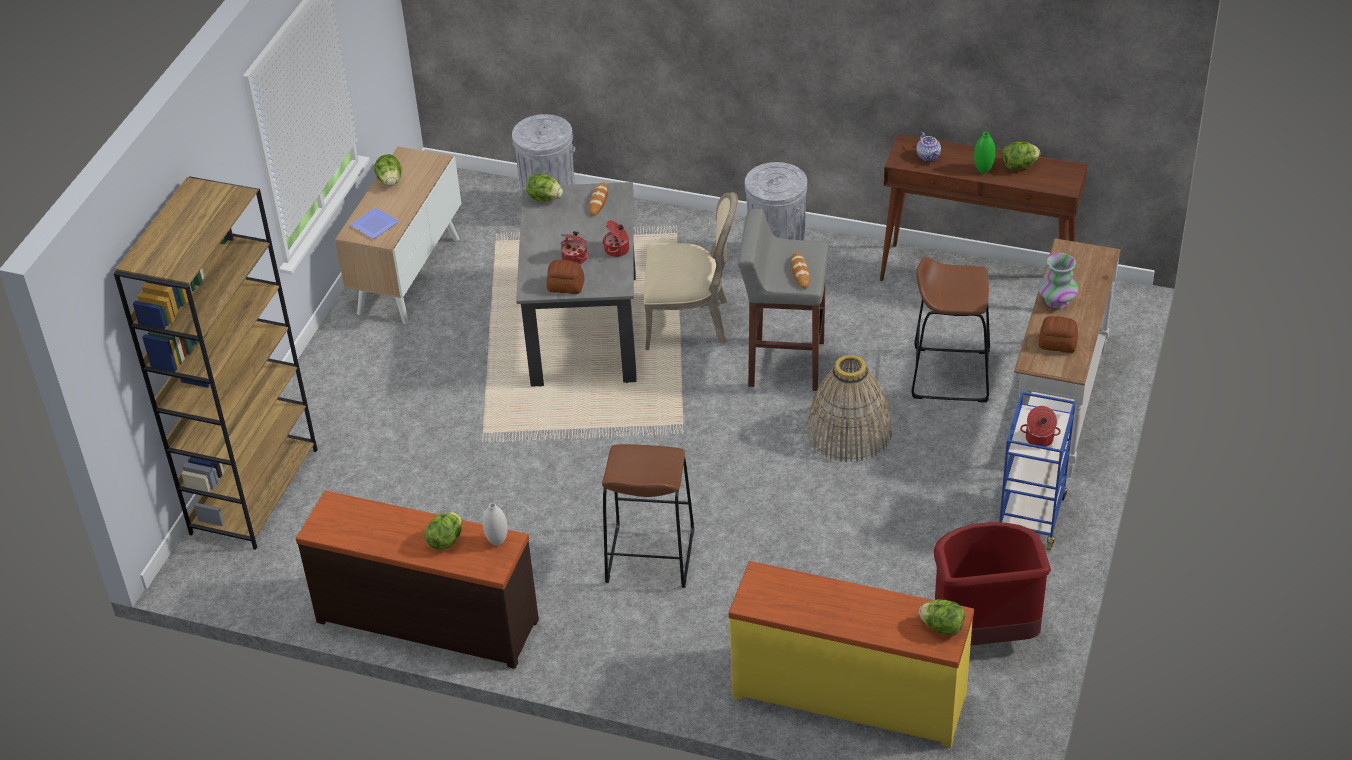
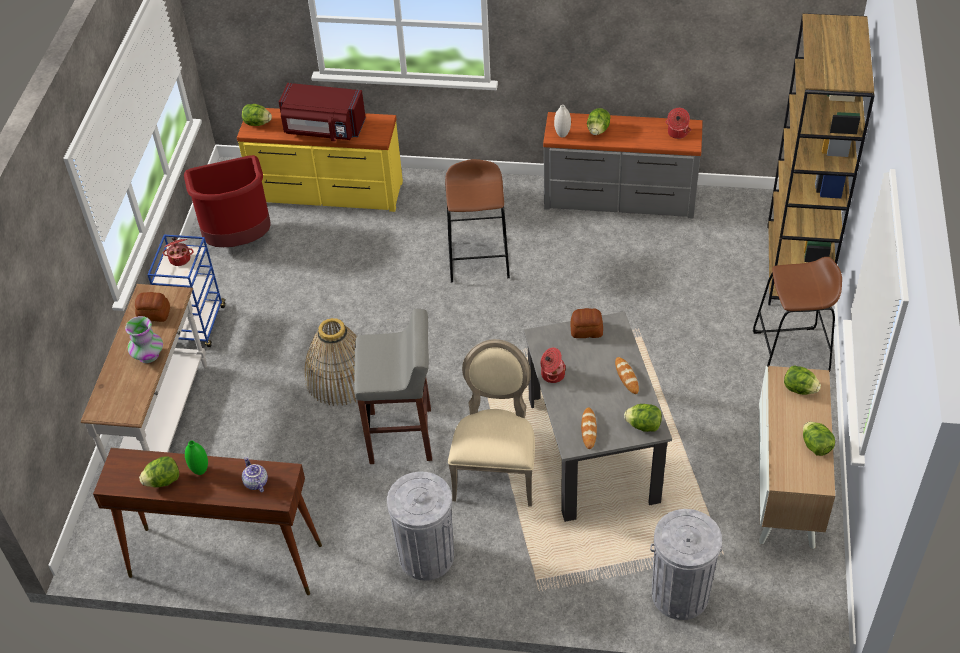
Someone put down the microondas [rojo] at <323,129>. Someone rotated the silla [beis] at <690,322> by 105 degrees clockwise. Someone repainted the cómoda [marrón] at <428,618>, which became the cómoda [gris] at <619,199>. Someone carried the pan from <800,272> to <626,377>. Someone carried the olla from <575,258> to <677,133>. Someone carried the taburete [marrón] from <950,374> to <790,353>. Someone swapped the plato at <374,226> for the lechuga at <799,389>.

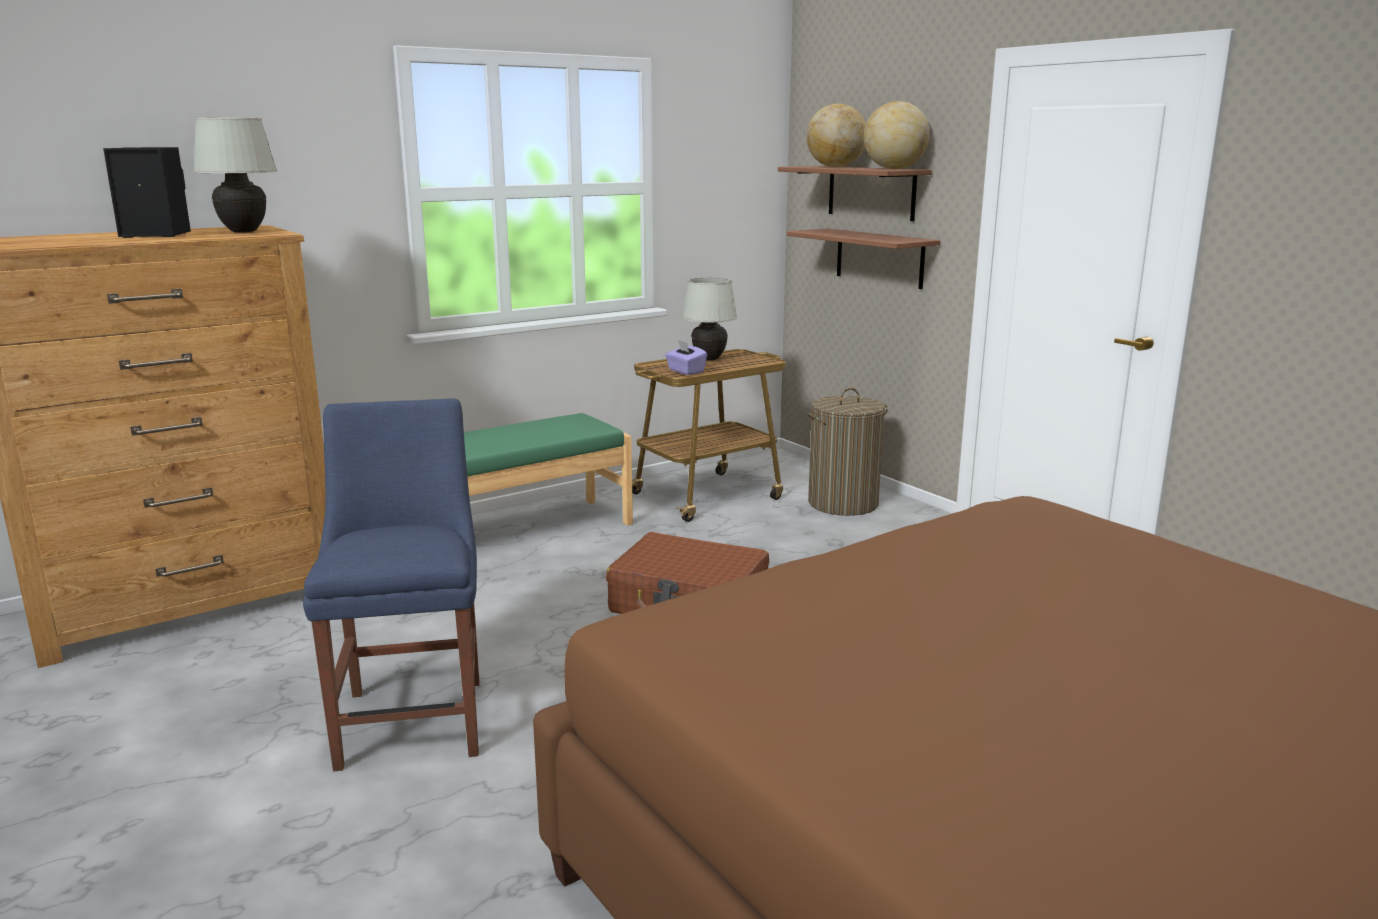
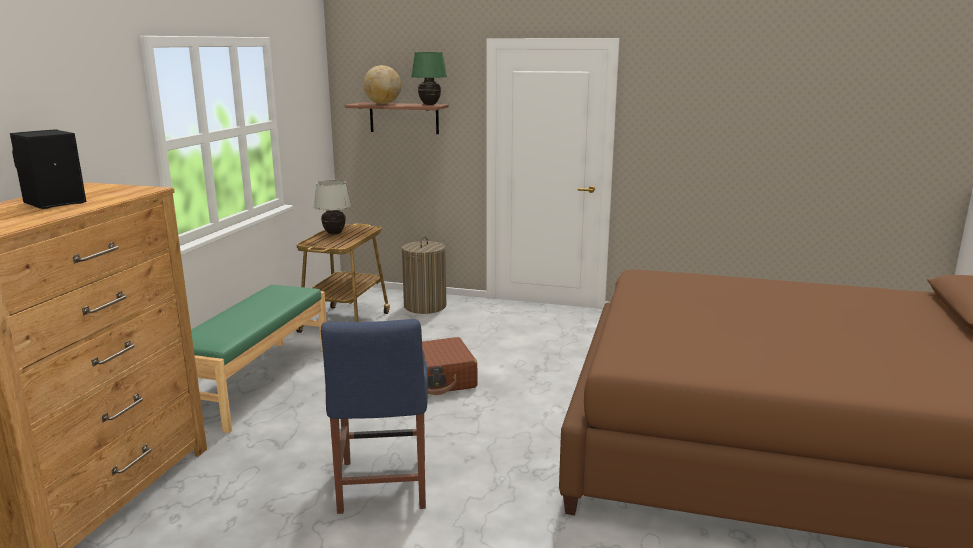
Someone rotated the silla [azul] at <414,717> by 135 degrees counterclockwise. Someone swapped the globo terráqueo at <894,169> for the lámpara de mesa [verde] at <429,105>. Someone took away the lámpara de mesa [blanco] at <243,232>. Someone took away the caja de pañuelos [morado] at <685,371>. Someone took away the estante at <879,258>.

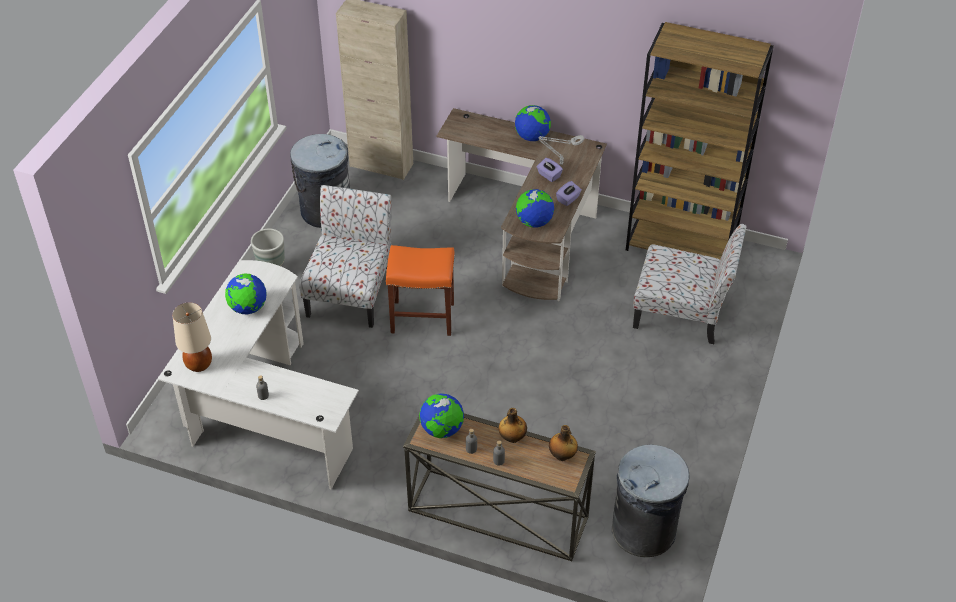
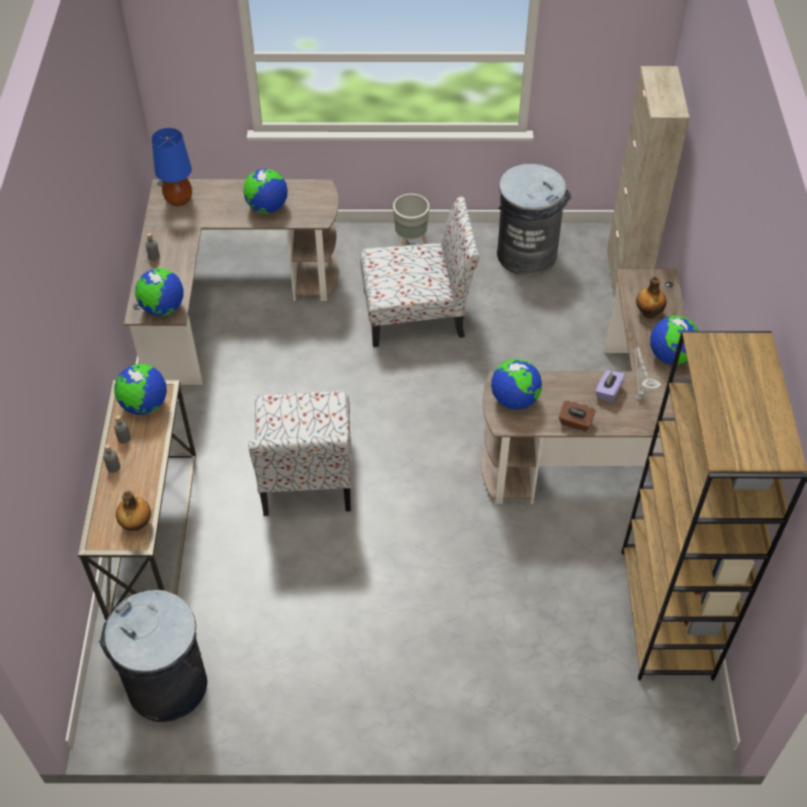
Someone repainted the escritorio [blanco] at <262,410>, which became the escritorio [marrón] at <227,300>. Someone put down the globo terráqueo at <163,308>. Someone repainted the lámpara de mesa [beis] at <199,364>, which became the lámpara de mesa [azul] at <179,200>. Someone carried the silla from <682,312> to <306,474>. Someone repainted the caja de pañuelos [morado] at <568,199>, which became the caja de pañuelos [marrón] at <575,423>. Someone carried the botella from <512,438> to <648,312>. Someone took away the taburete [naranja] at <421,318>.

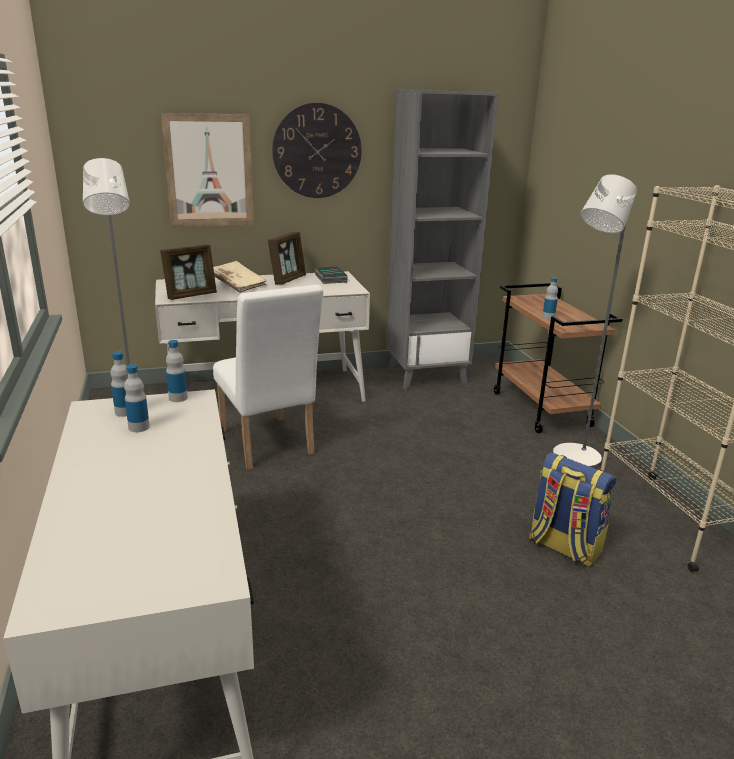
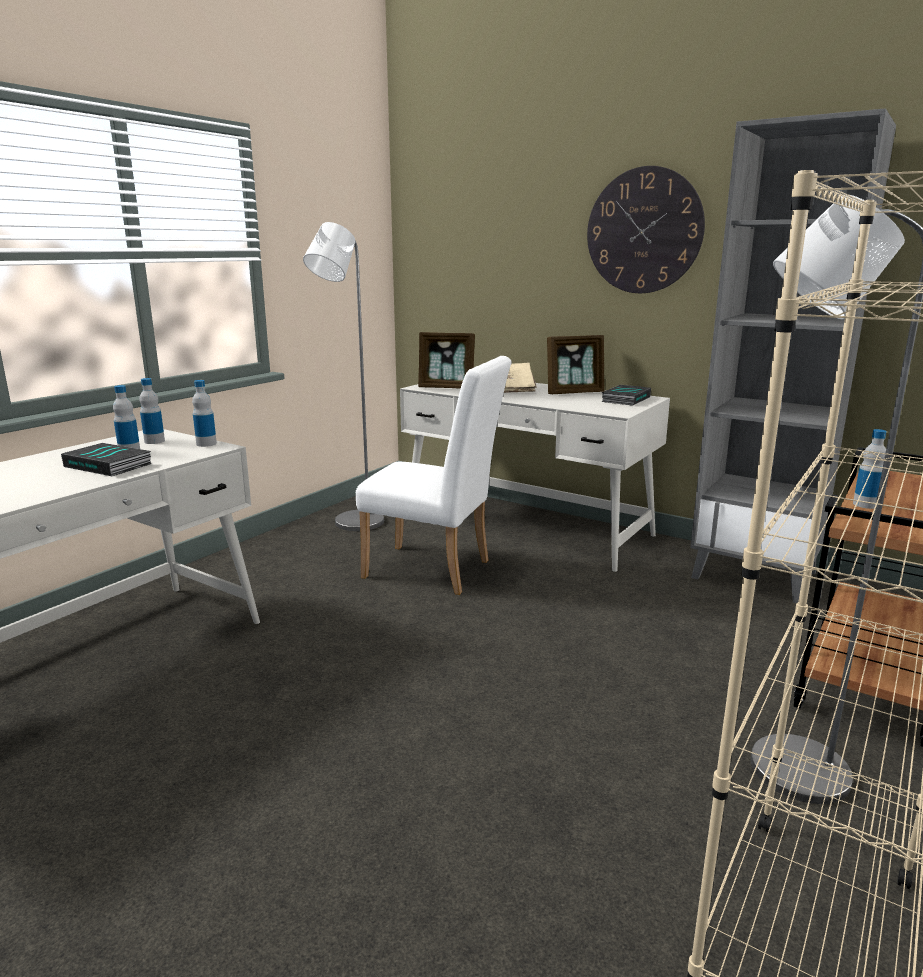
Someone put down the libro at <109,465>. Someone rotated the silla [blanco] at <268,446> by 90 degrees counterclockwise. Someone took away the cuadro at <209,171>. Someone took away the mochila at <563,546>.

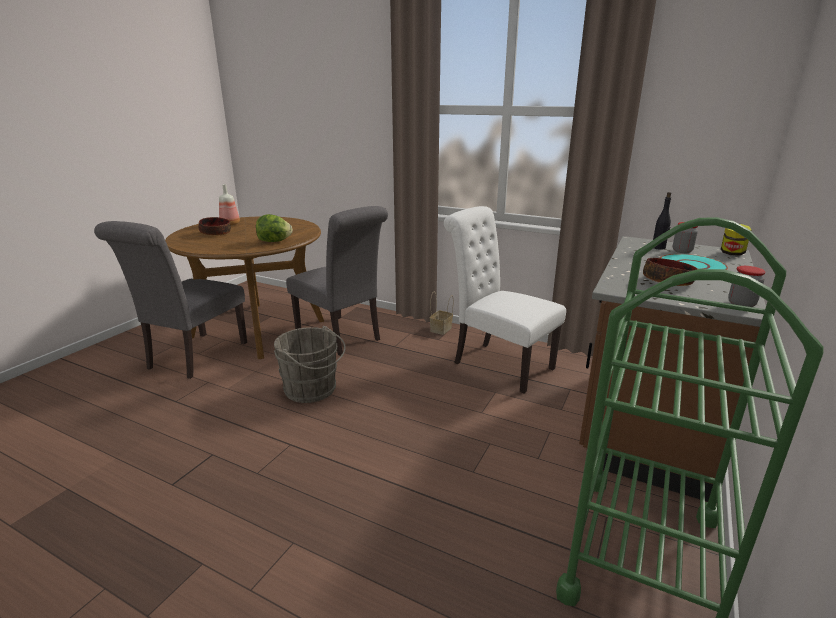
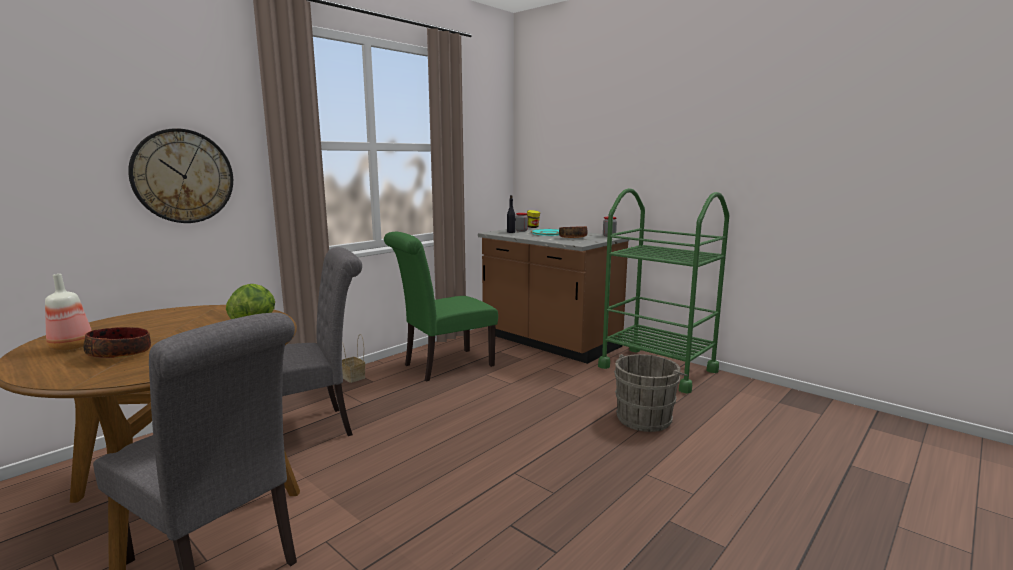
Someone put up the reloj de pared at <183,176>. Someone repainted the silla [blanco] at <497,364>, which became the silla [verde] at <443,366>. Someone carried the cubo [gris] from <313,390> to <646,418>.

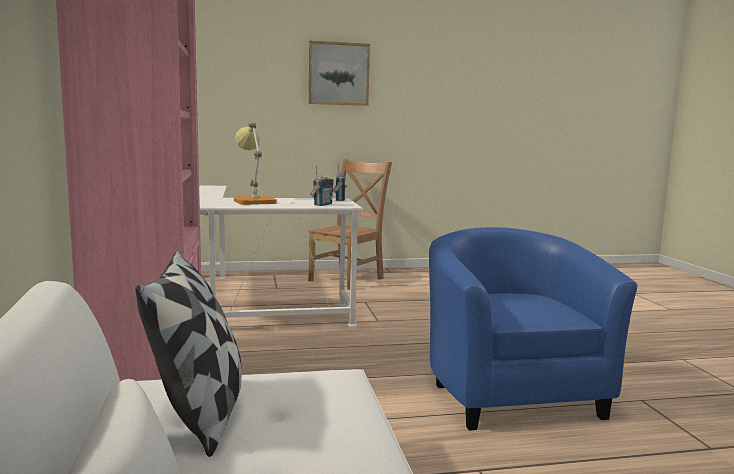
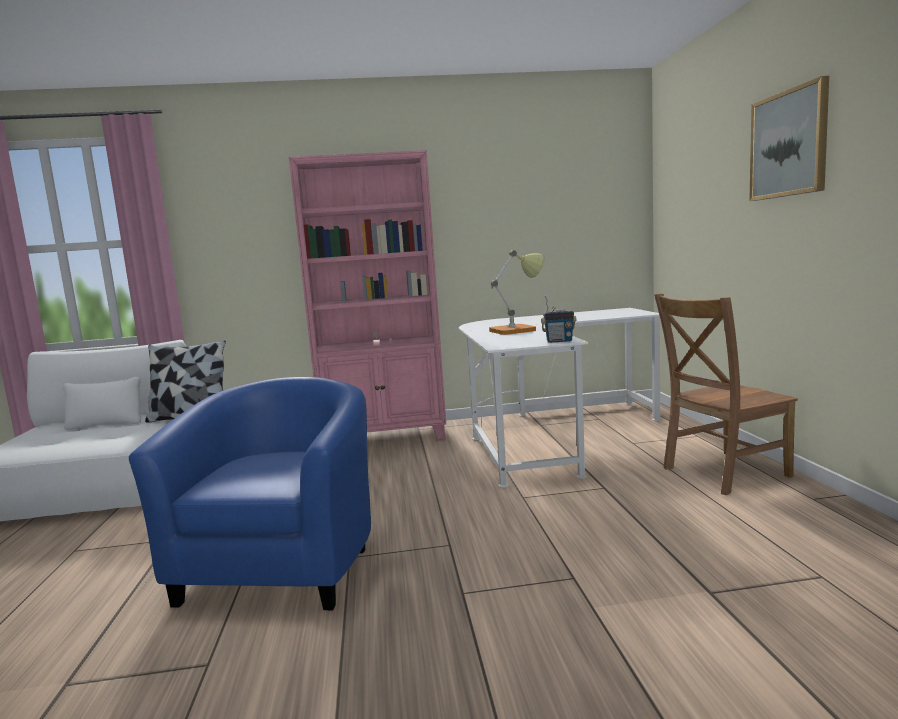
Someone rotated the sillón [azul] at <509,393> by 75 degrees counterclockwise. Someone rotated the silla [marrón] at <348,279> by 120 degrees clockwise. Someone took away the radio at <322,204>.

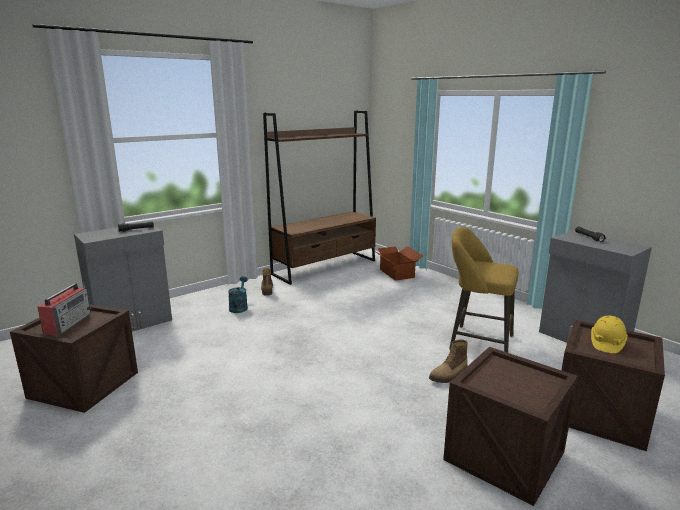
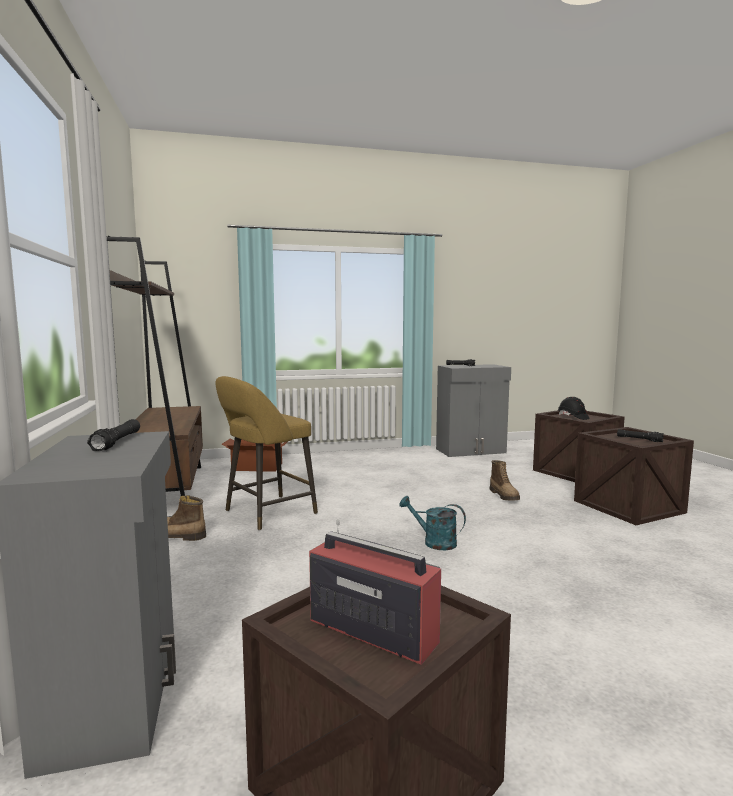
Someone carried the taburete [amarillo] from <477,342> to <266,513>. Someone carried the regadera [turquesa] from <239,307> to <434,542>. Someone repainted the casco [amarillo] at <606,343>, which became the casco [negro] at <572,417>. Someone put down the linterna [negro] at <639,439>.

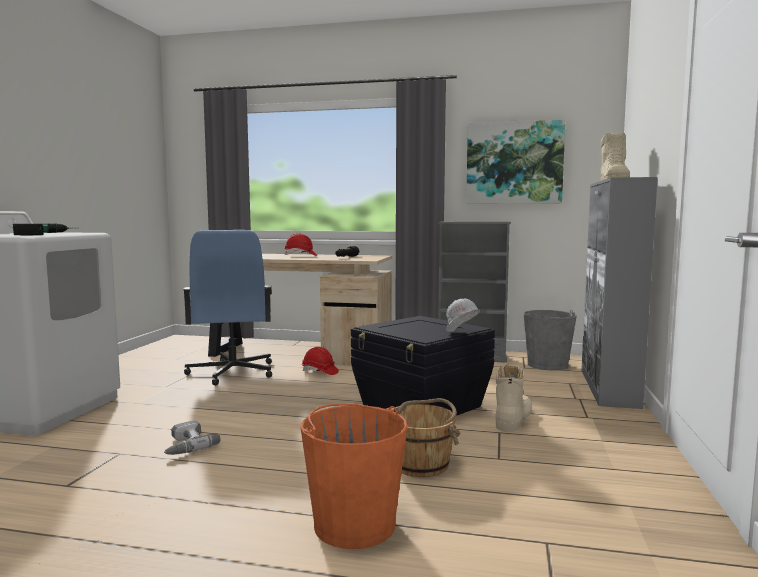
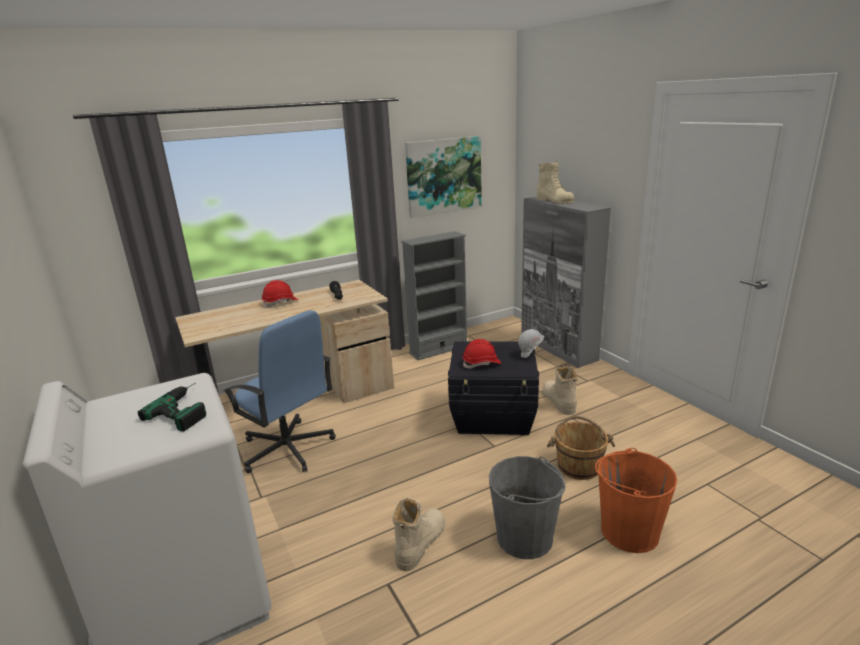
Someone swapped the taladro at <185,446> for the bota [beis] at <420,543>. Someone carried the casco [rojo] from <319,372> to <481,364>. Someone carried the cubo [gris] from <547,365> to <525,538>.

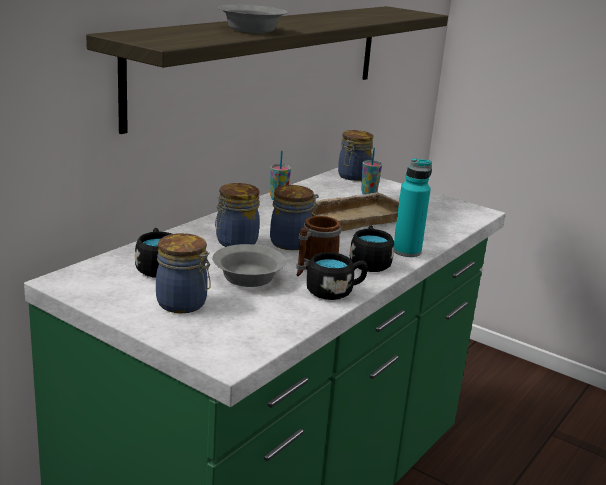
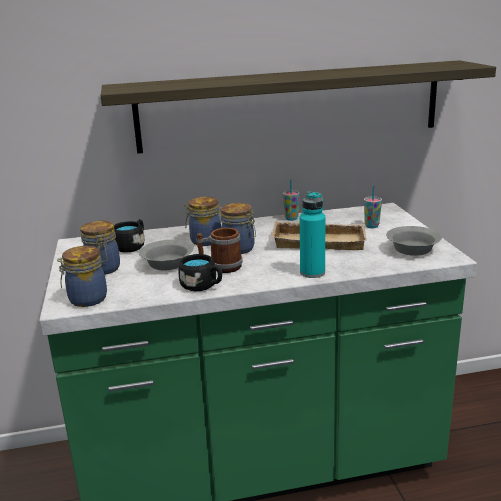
Someone carried the tarro from <352,177> to <86,299>. Someone carried the cuenco [gris] from <252,30> to <412,250>. Someone took away the taza grande [negro] at <369,262>.

